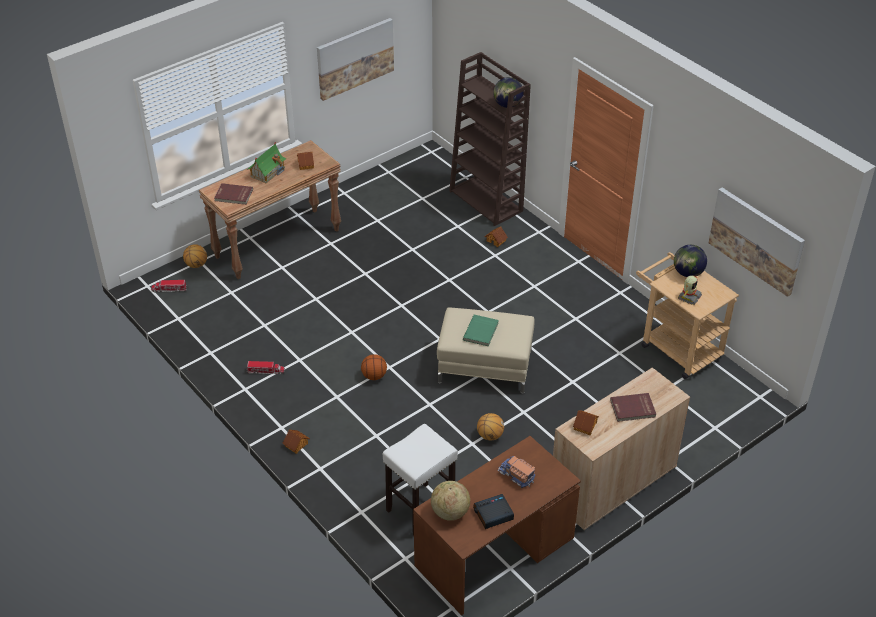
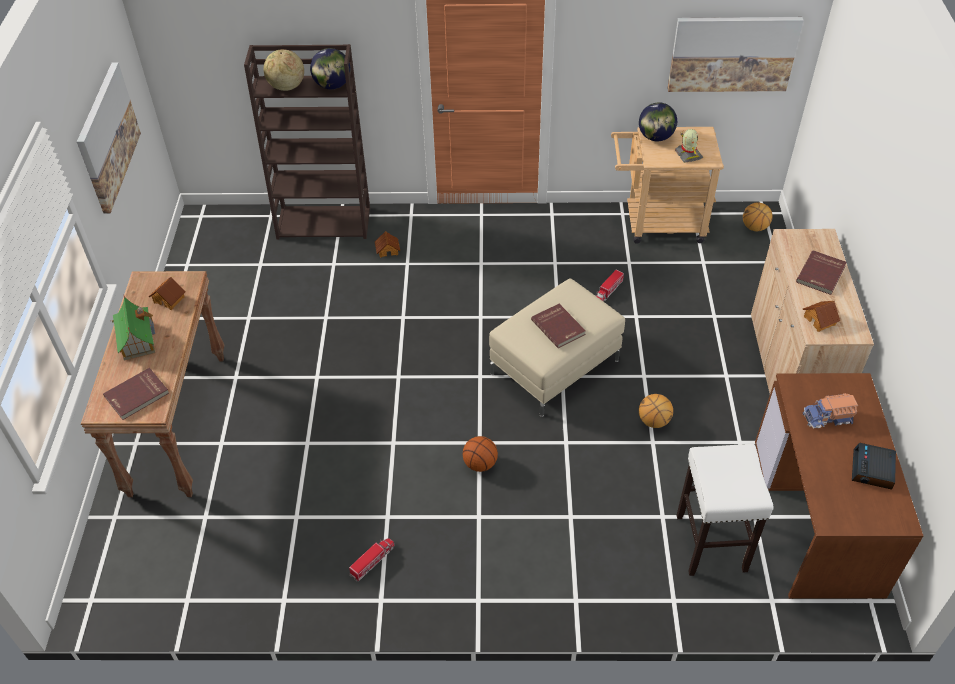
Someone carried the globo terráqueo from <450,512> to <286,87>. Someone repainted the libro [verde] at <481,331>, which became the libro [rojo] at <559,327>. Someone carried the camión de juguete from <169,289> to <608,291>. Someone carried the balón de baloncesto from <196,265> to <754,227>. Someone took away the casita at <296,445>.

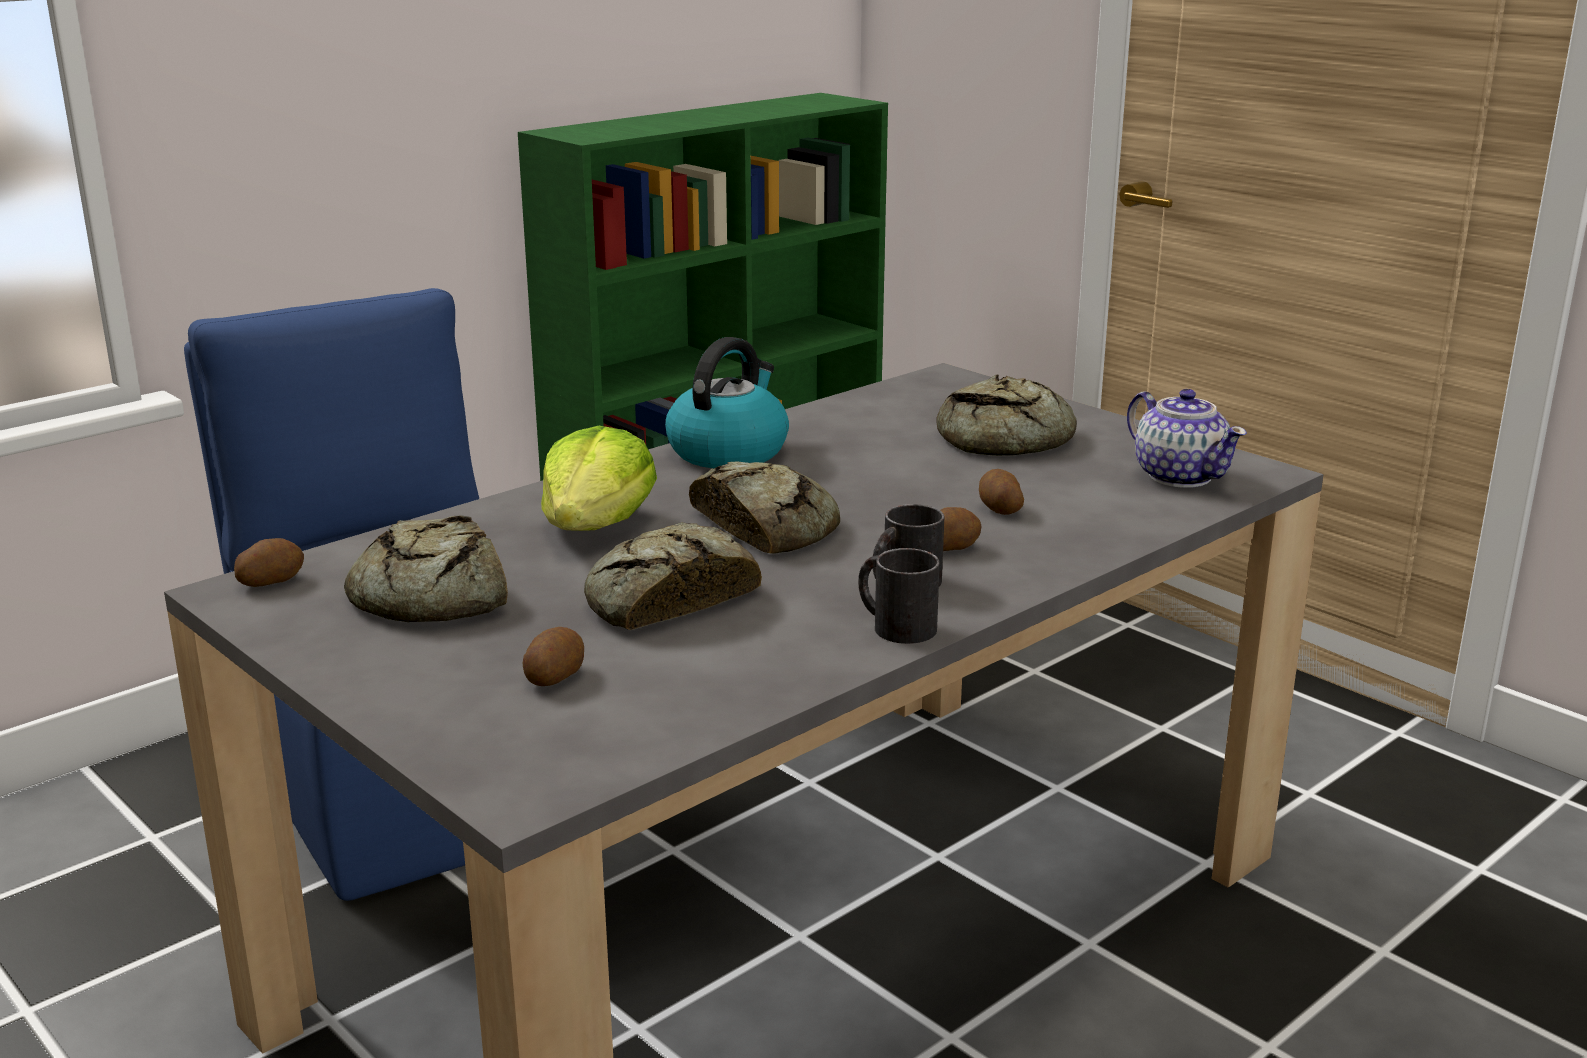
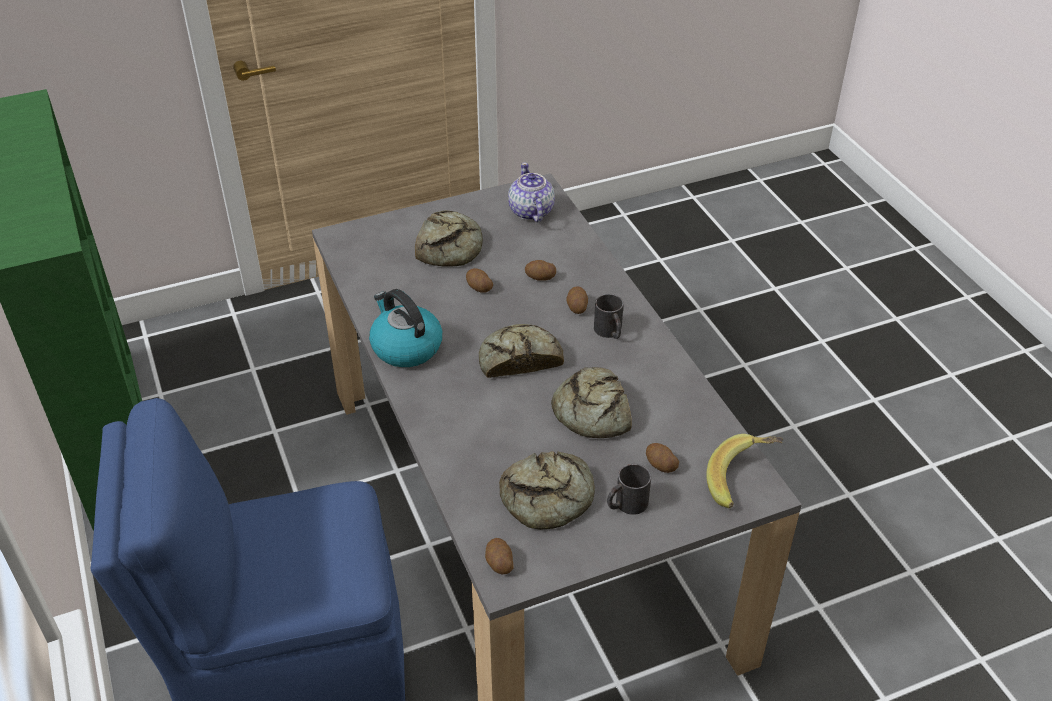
Someone put down the patata at <478,287>. Someone rotated the tetera at <1179,476> by 90 degrees counterclockwise. Someone carried the taza grande [negro] from <894,625> to <626,504>. Someone put down the plátano at <743,481>. Someone took away the lechuga at <597,526>.

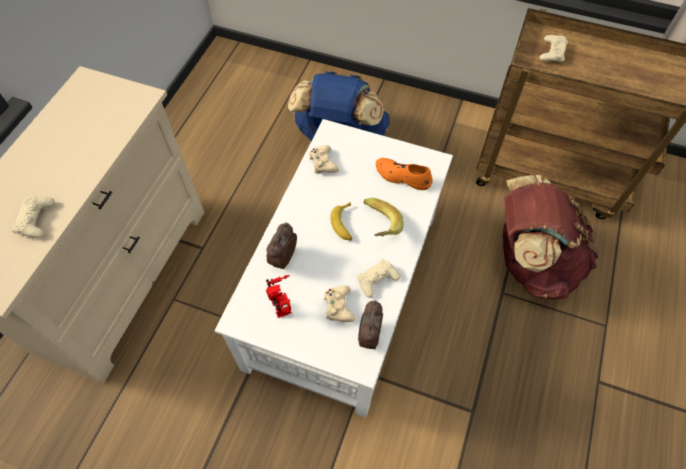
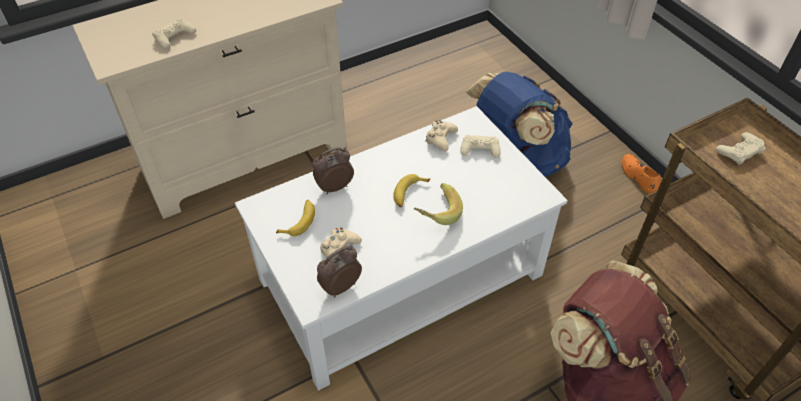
Someone swapped the robot de juguete at <285,307> for the plátano at <299,221>. Someone carried the mando de consola [beis] from <377,280> to <480,149>. Someone carried the zapato [naranja] from <402,176> to <638,176>.

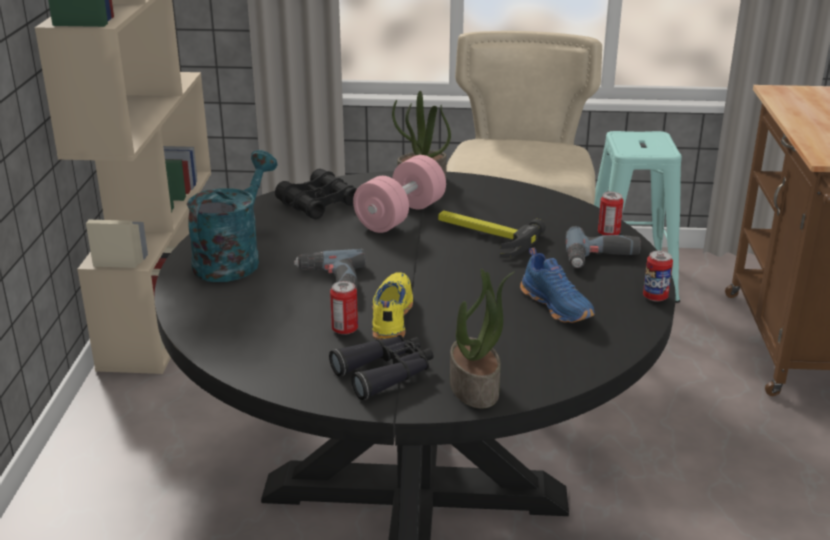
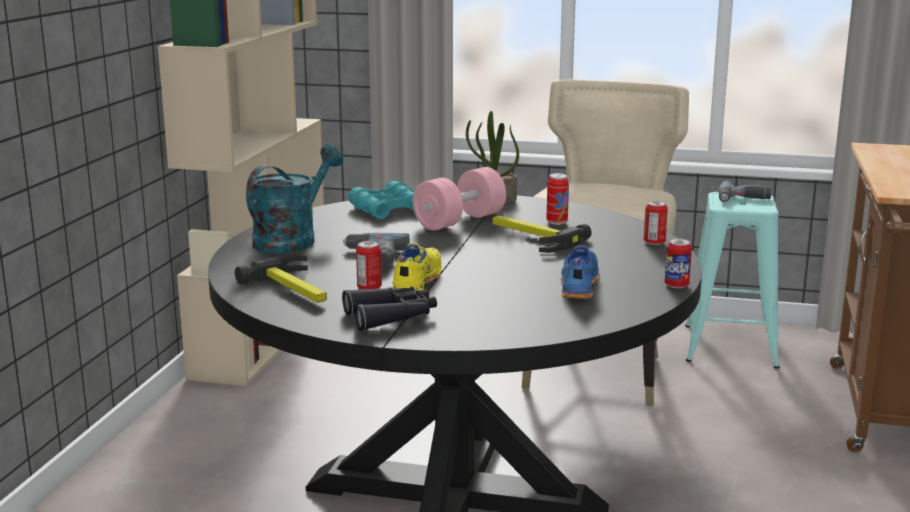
Someone put down the martillo at <295,289>. Someone repainted the prismáticos [negro] at <318,204>, which became the prismáticos [turquesa] at <387,210>. Someone put down the lata at <557,222>. Someone rotated the zapato [azul] at <558,305> by 150 degrees counterclockwise. Someone carried the taladro from <602,258> to <743,199>. Someone took away the planta en maceta at <475,387>.

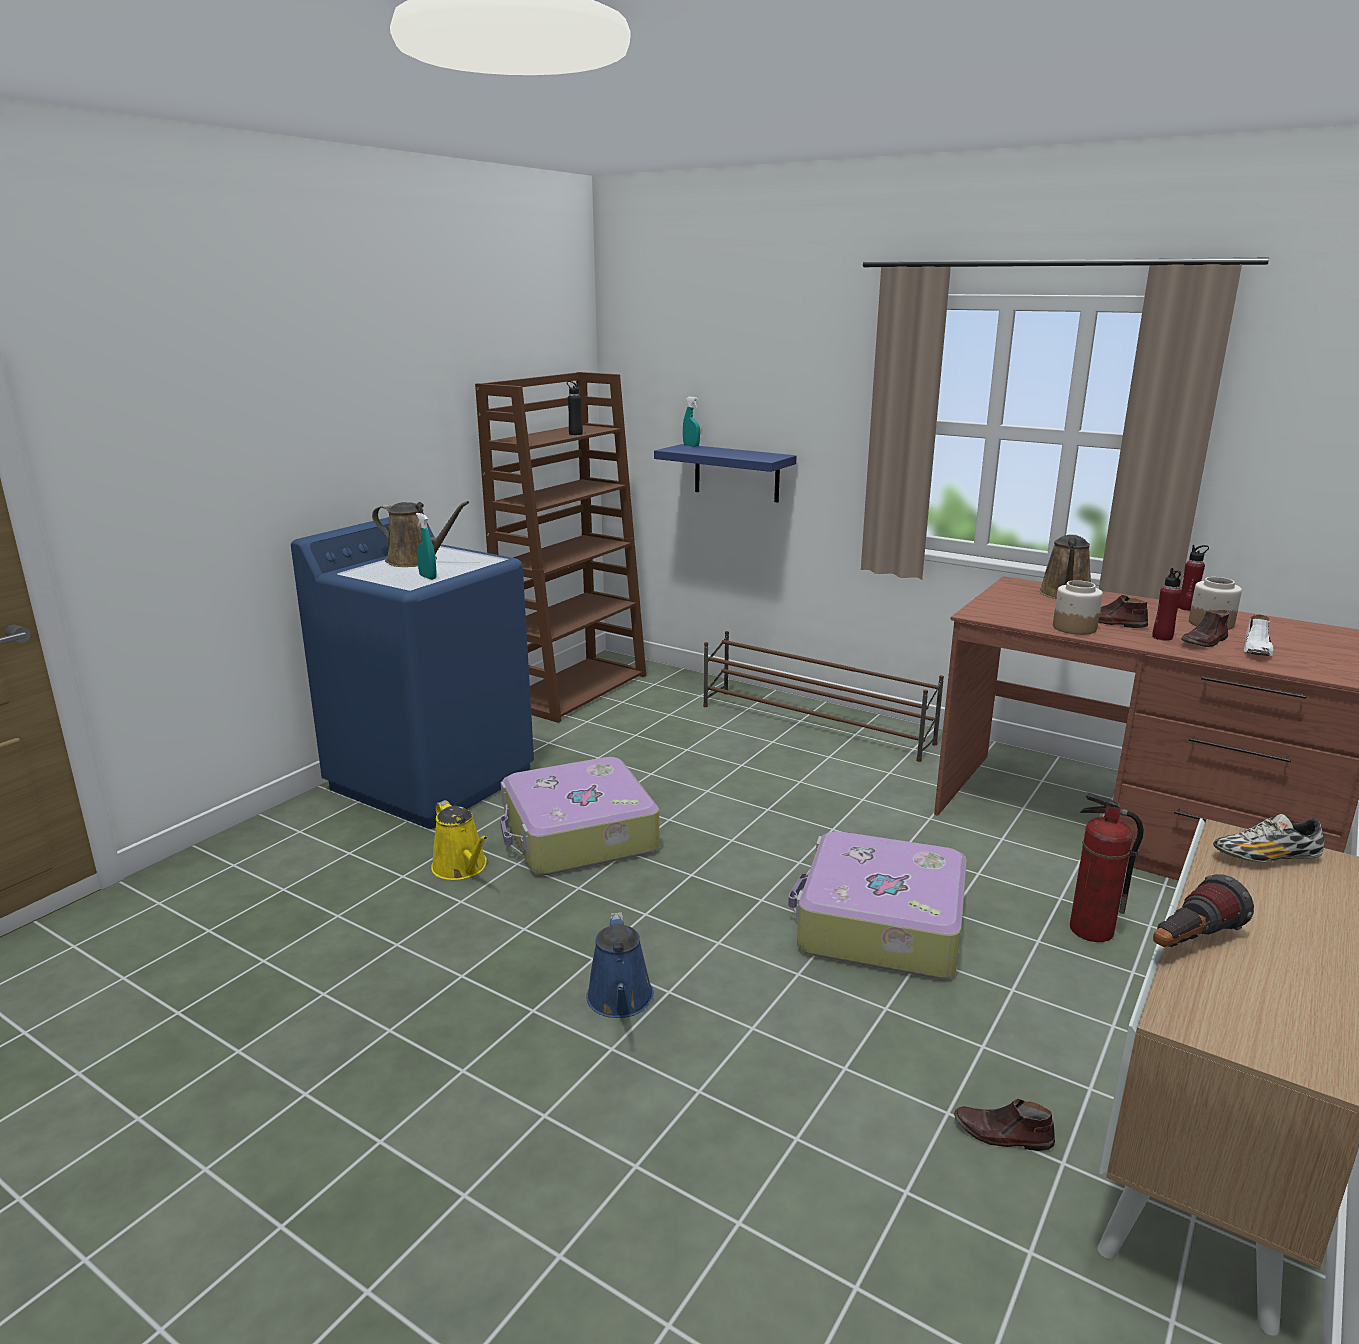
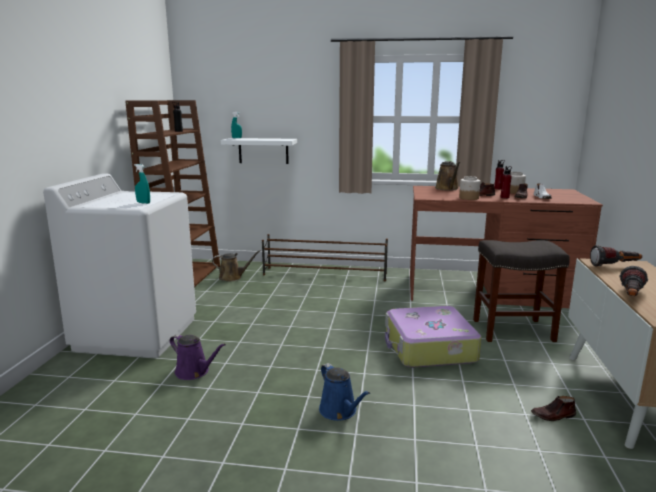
Someone repainted the lavadora [azul] at <433,779>, which became the lavadora [blanco] at <137,333>. Someone repainted the regadera [amarillo] at <462,868>, which became the regadera [morado] at <194,372>. Someone carried the regadera [marrón] from <416,561> to <233,277>. Someone repainted the estante [azul] at <736,473>, which became the estante [blanco] at <263,151>. Someone swapped the extintor at <1091,930> for the taburete [gris] at <512,330>. Someone swapped the zapato at <1265,858> for the linterna at <615,266>. Someone took away the maleta at <578,835>.

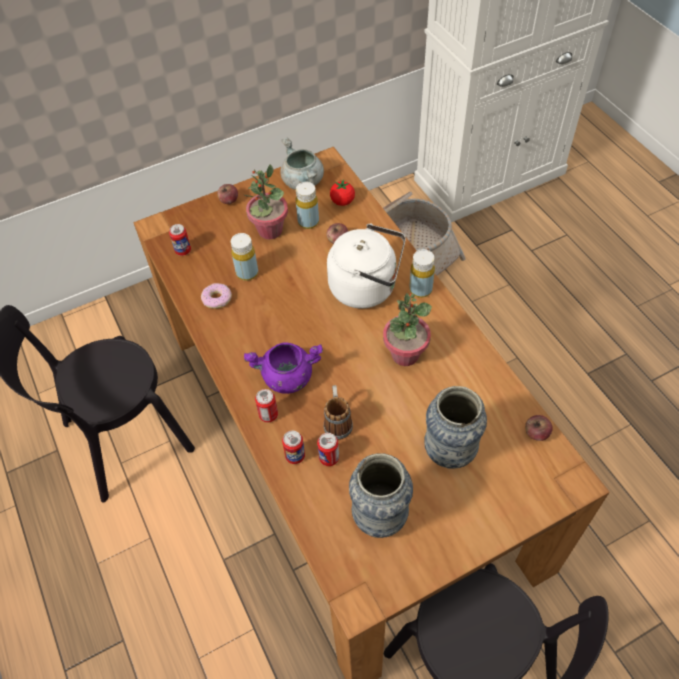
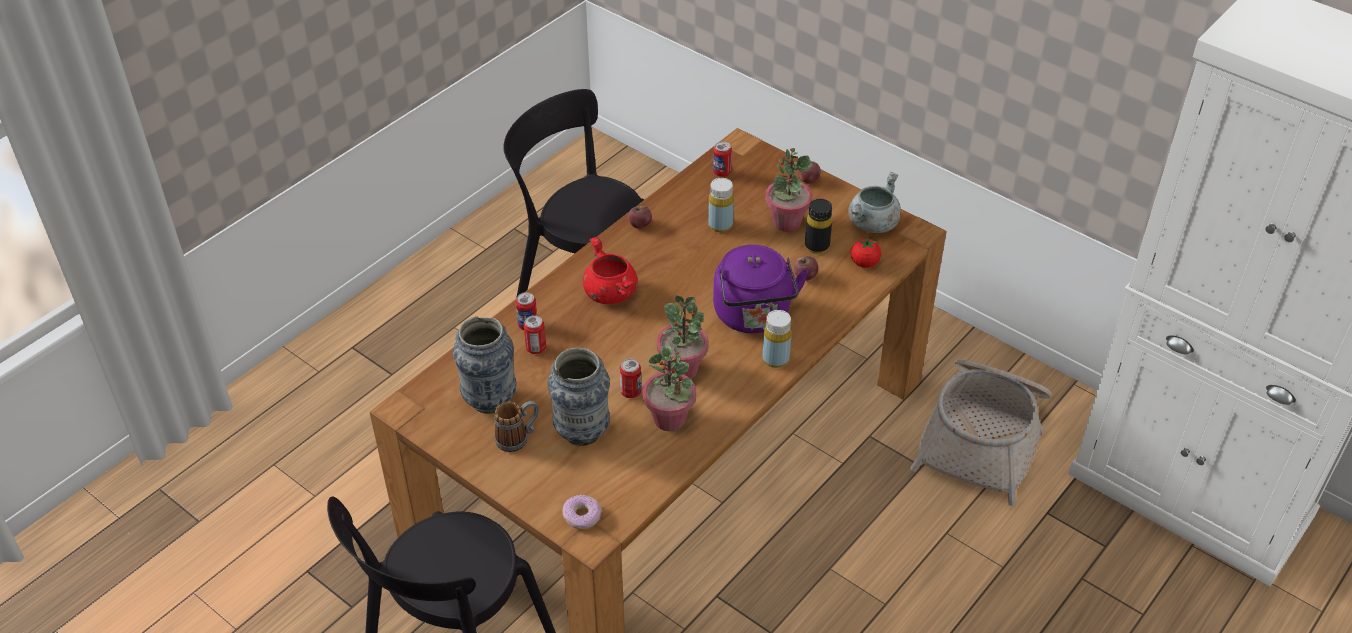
Someone carried the taza grande from <337,421> to <518,438>. Someone carried the rosquilla from <217,299> to <582,516>. Someone repainted the olla [morado] at <287,377>, which became the olla [rojo] at <610,293>. Someone carried the lata from <268,415> to <631,392>. Someone carried the manzana from <536,433> to <640,224>. Someone put down the planta en maceta at <669,419>. Someone repainted the hervidor [blanco] at <367,287>, which became the hervidor [morado] at <753,317>. Someone repainted the botella [amarillo] at <308,222>, which became the botella [negro] at <817,246>.

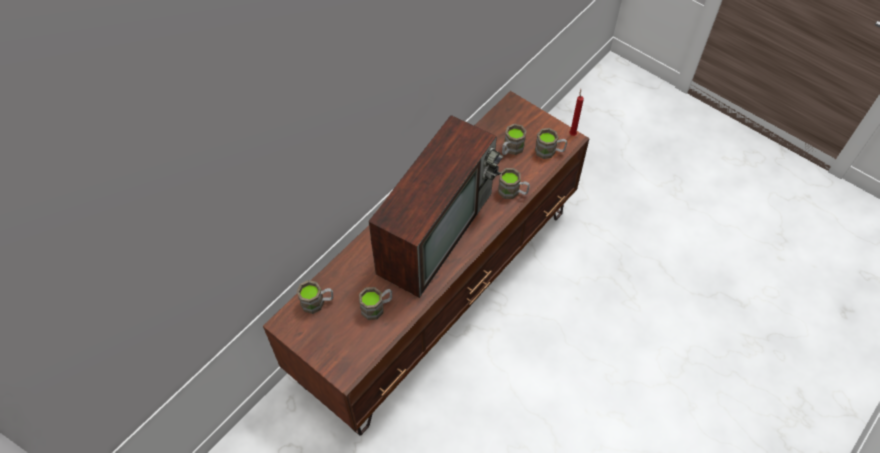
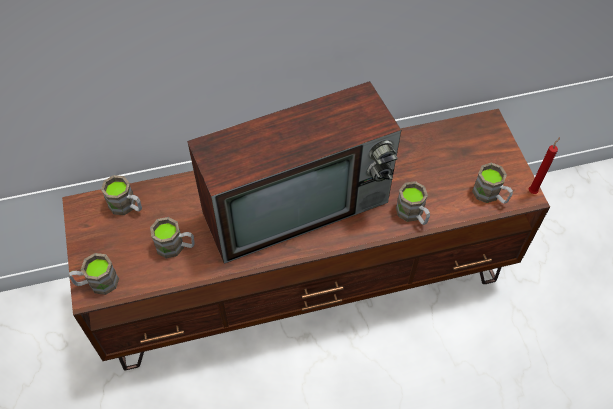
Someone carried the taza grande [marrón] from <511,149> to <97,283>.

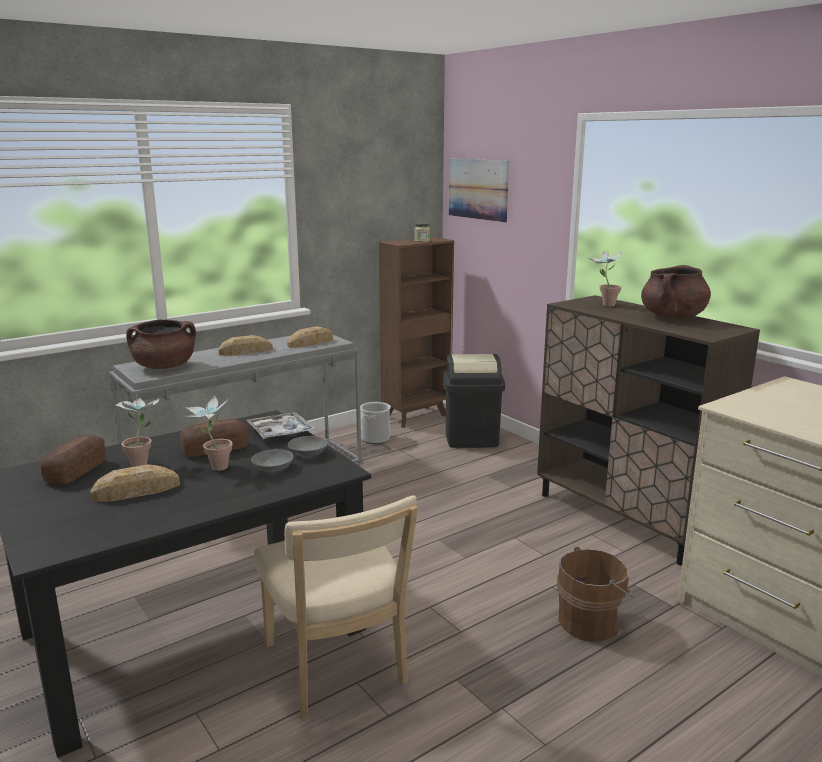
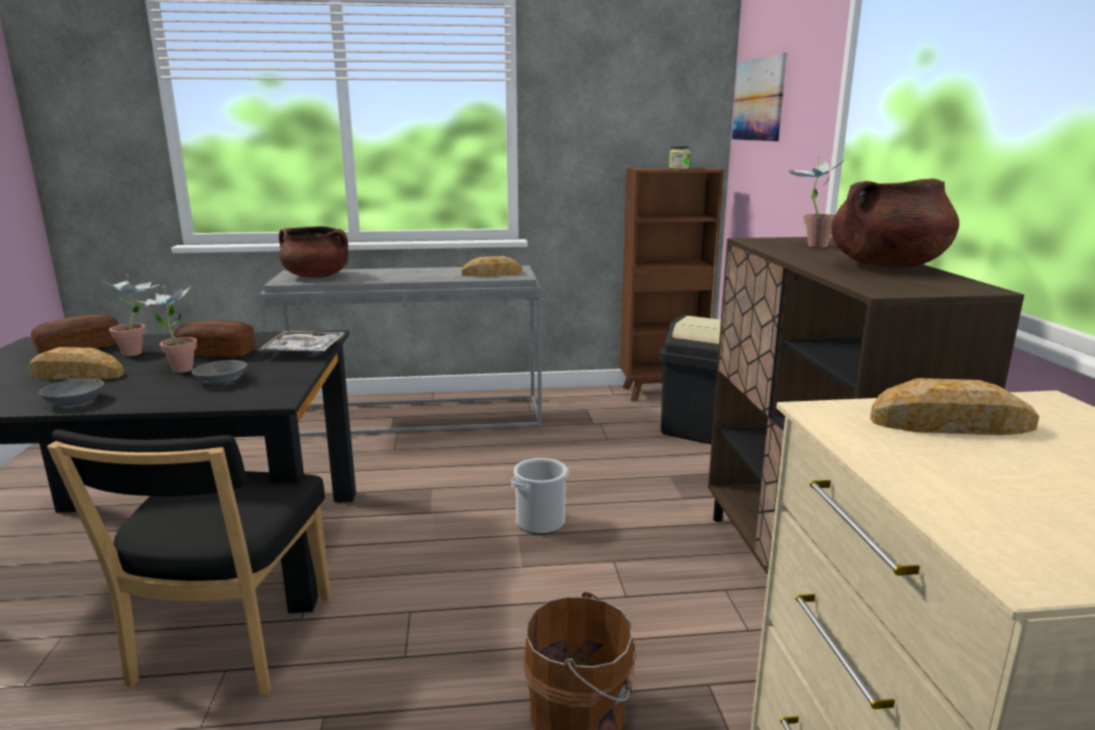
Someone carried the cuenco [gris] from <309,453> to <75,402>. Someone repainted the silla [beis] at <337,669>, which became the silla [negro] at <229,645>. Someone carried the cubo from <375,439> to <540,522>. Someone carried the pan from <245,351> to <951,424>.

